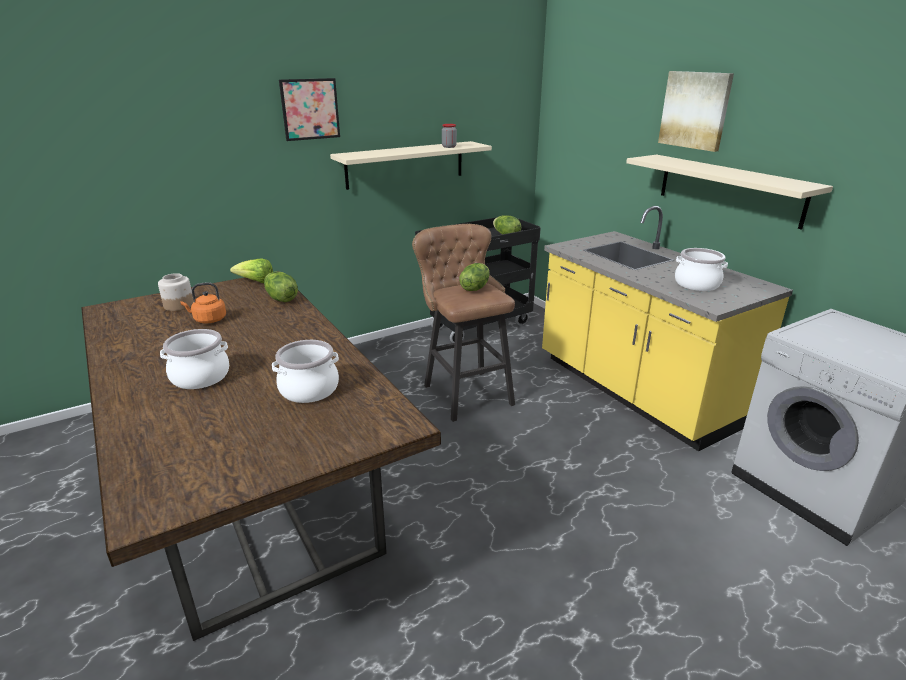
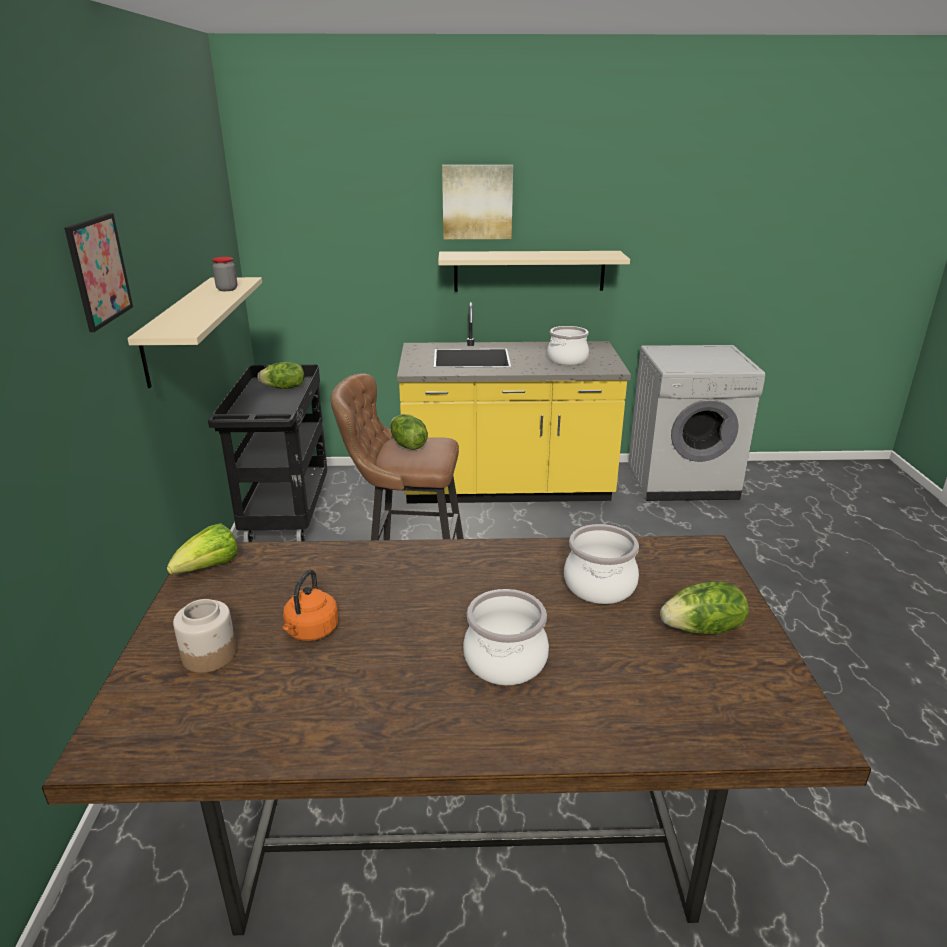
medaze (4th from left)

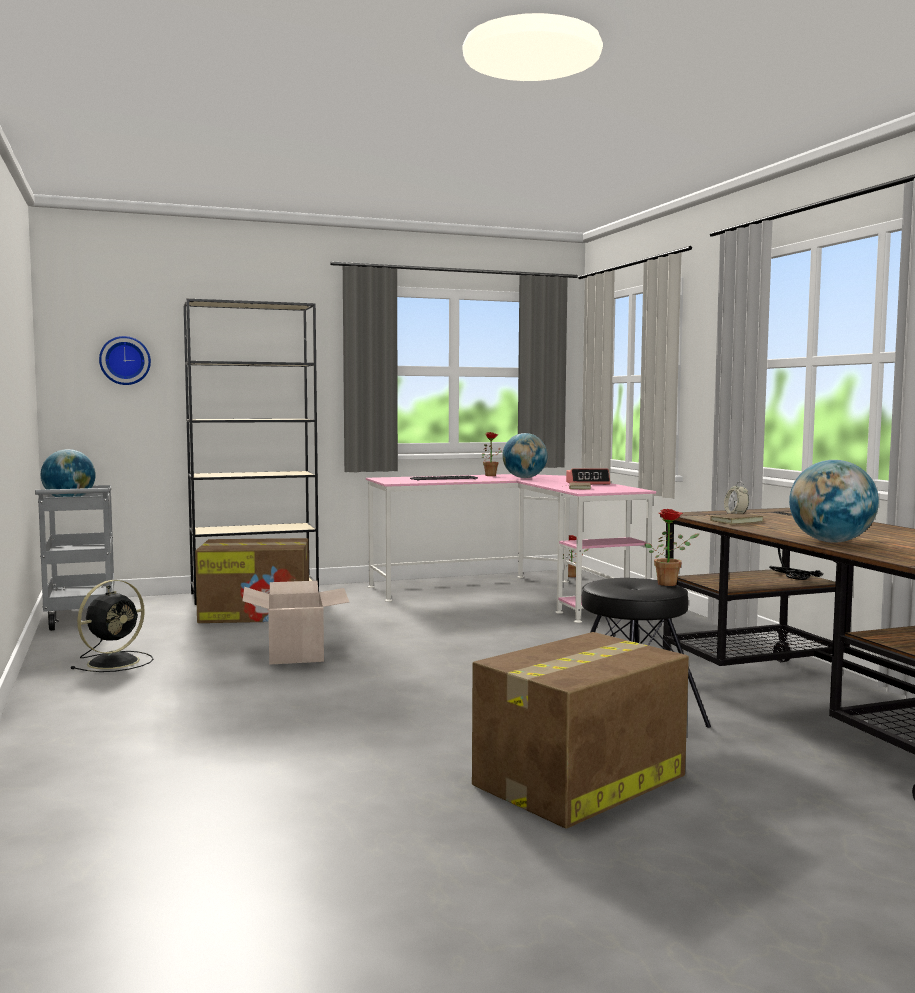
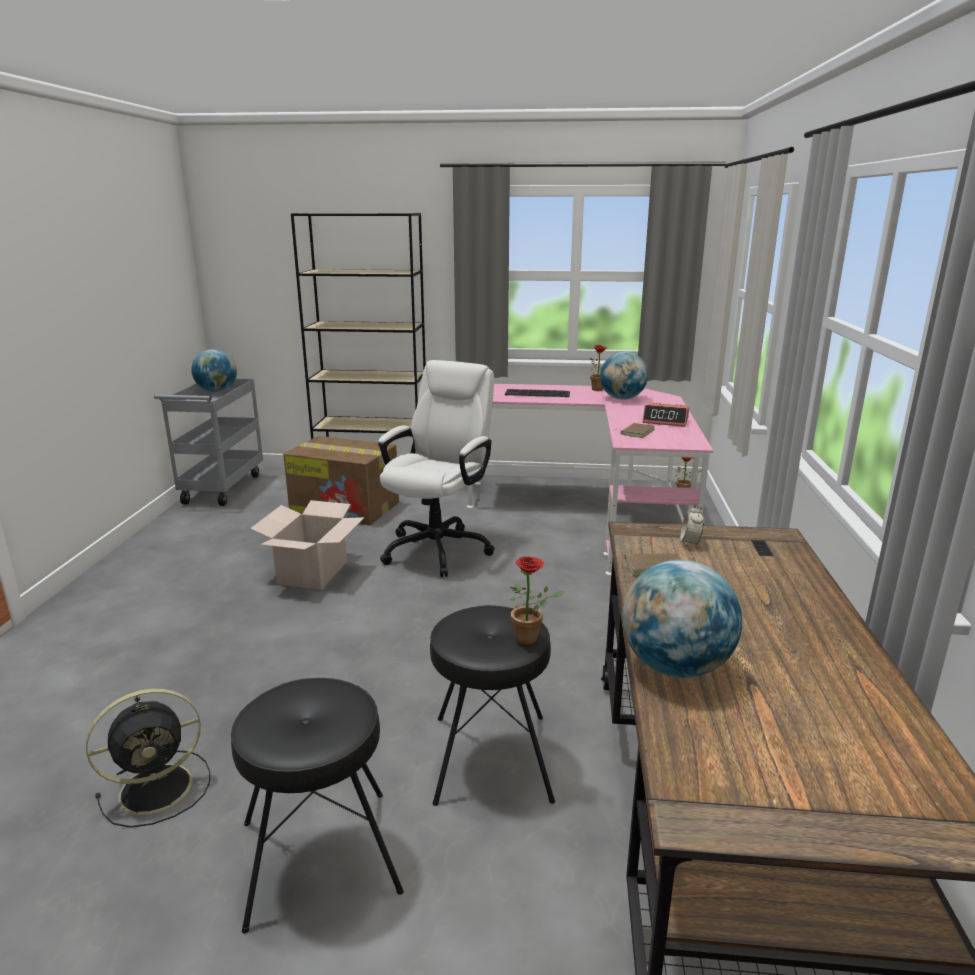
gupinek
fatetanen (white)
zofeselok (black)
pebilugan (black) (1st from left)

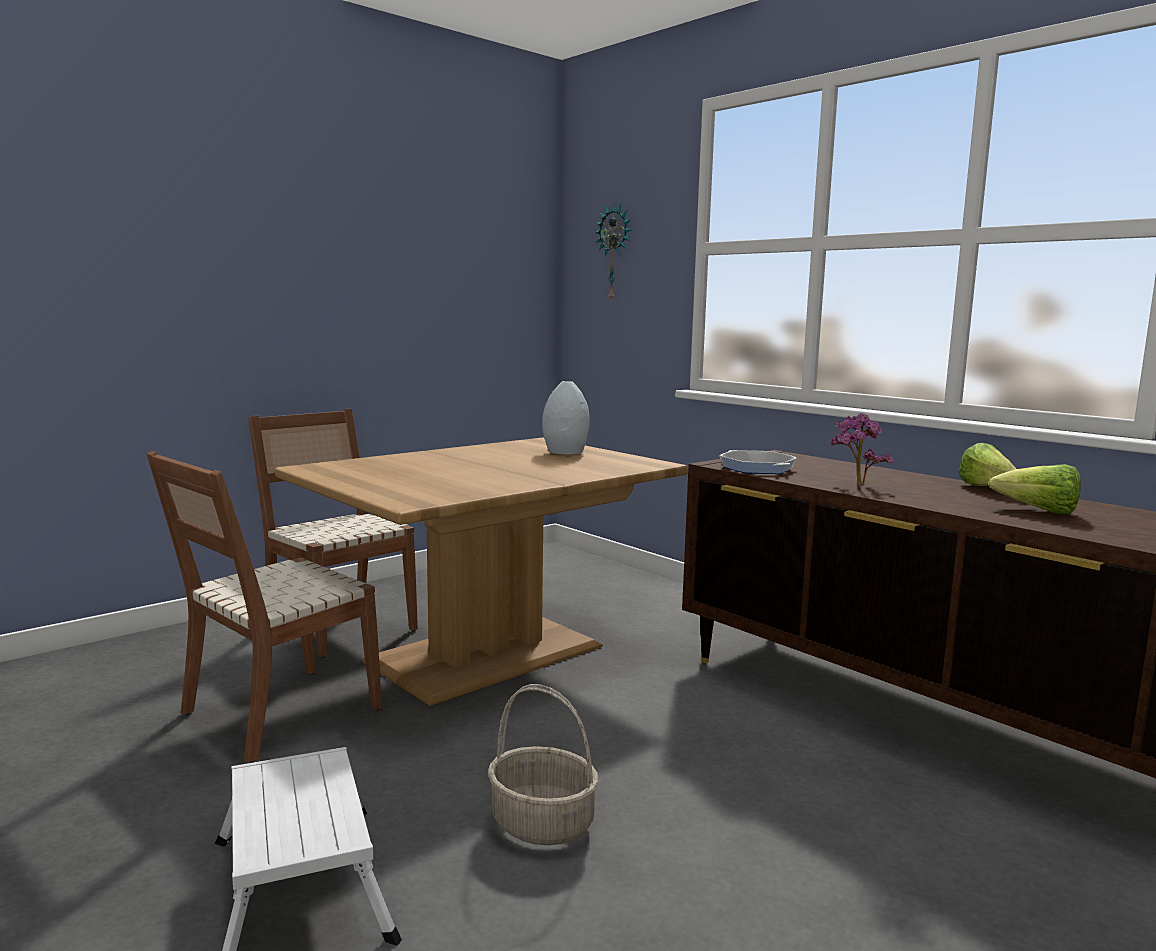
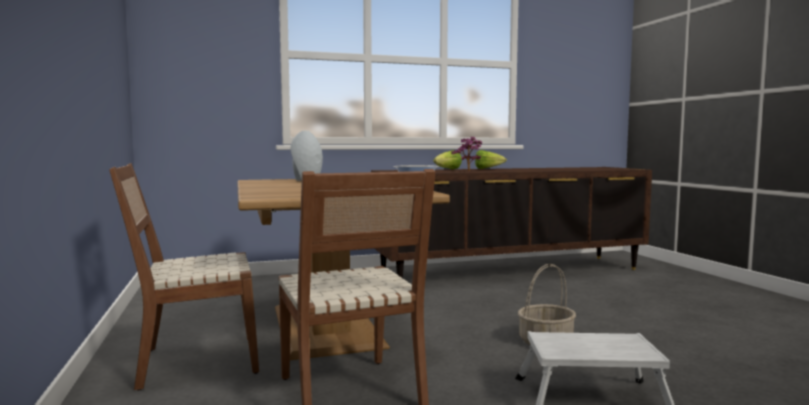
gupinek
medaze (1st from left)

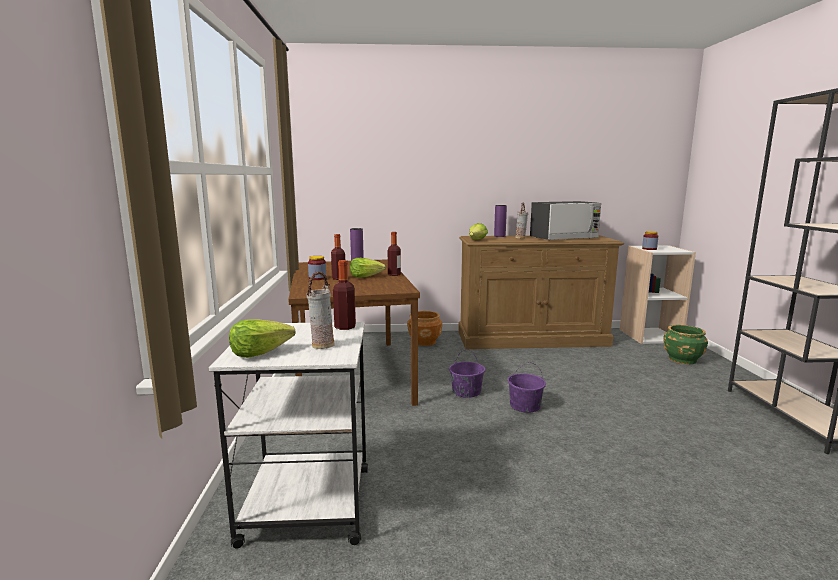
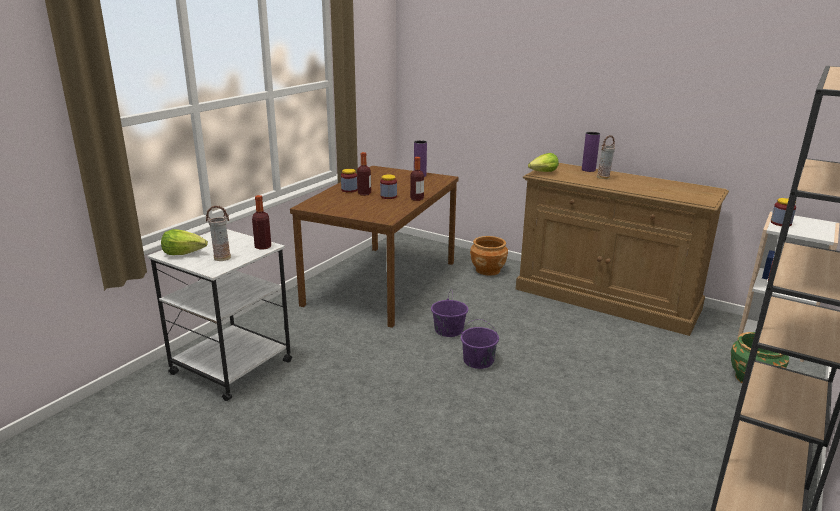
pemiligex
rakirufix (2nd from left)

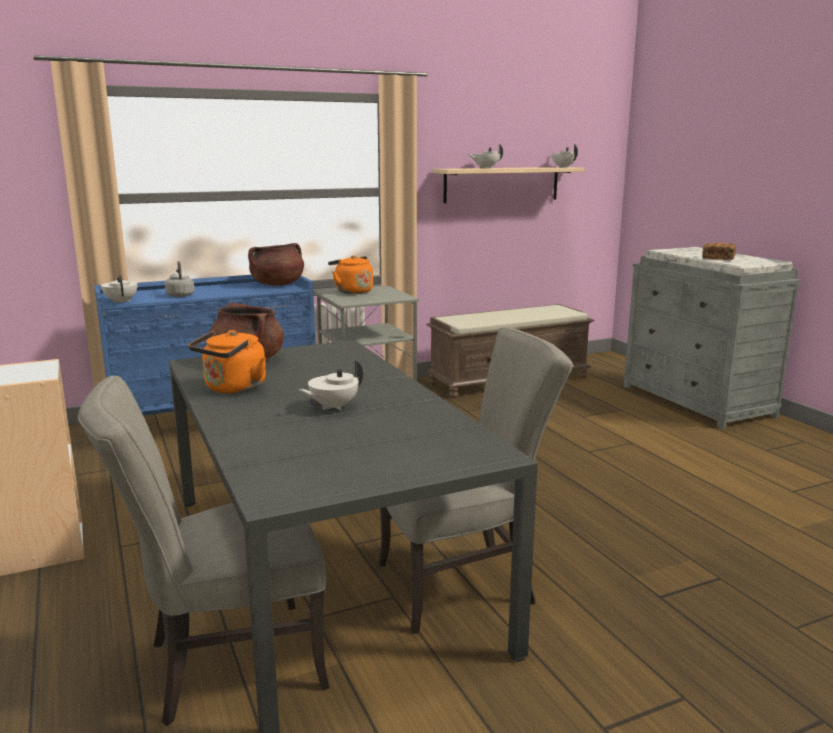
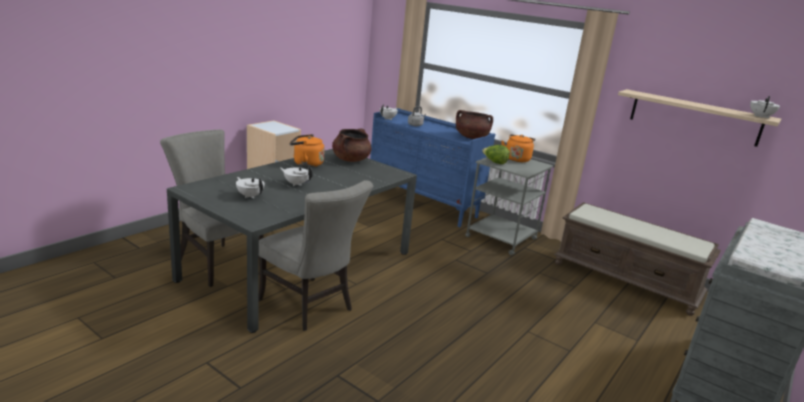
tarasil
medaze
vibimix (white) (1st from left)

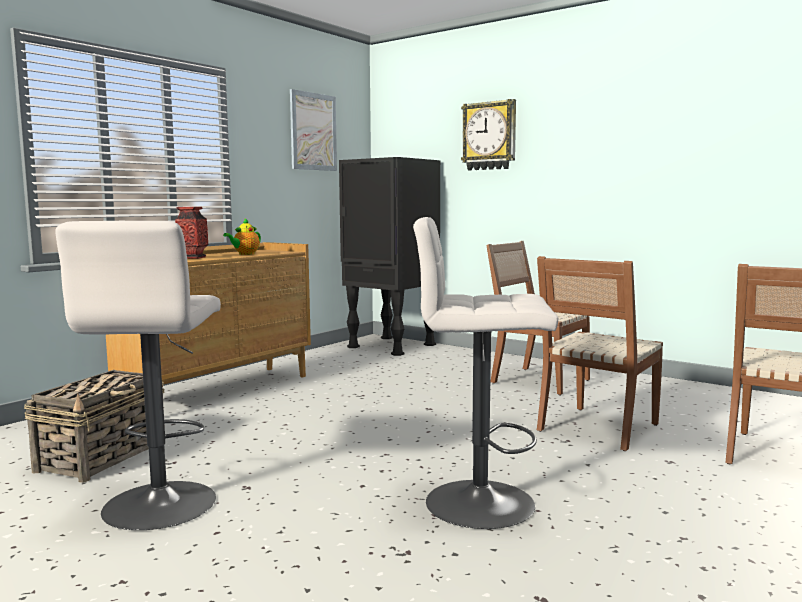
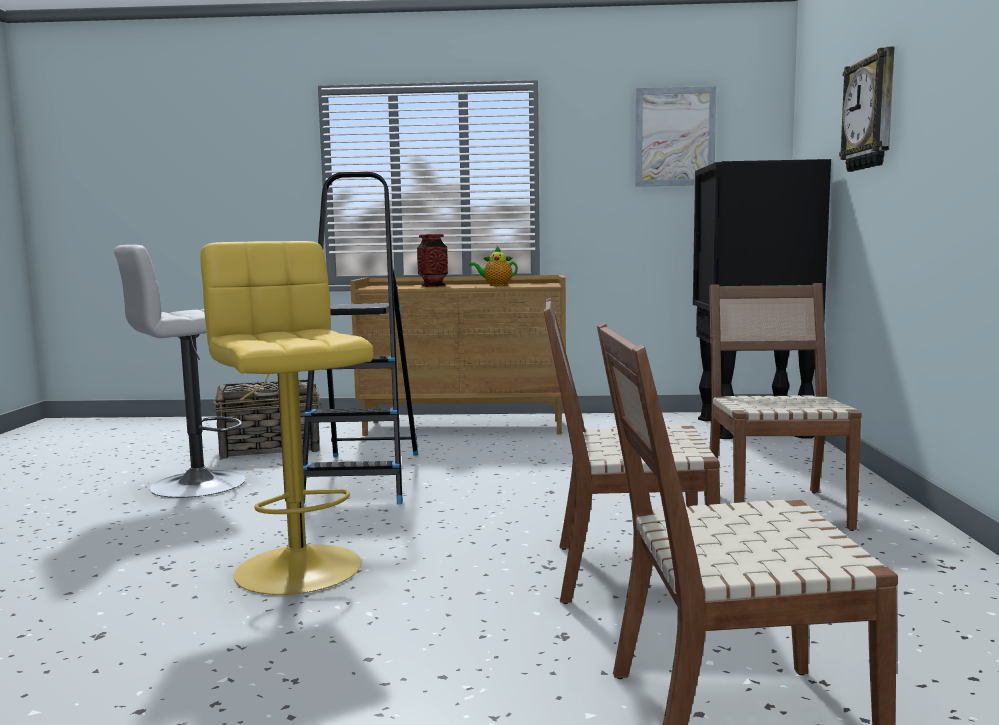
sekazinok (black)
pebilugan (yellow)

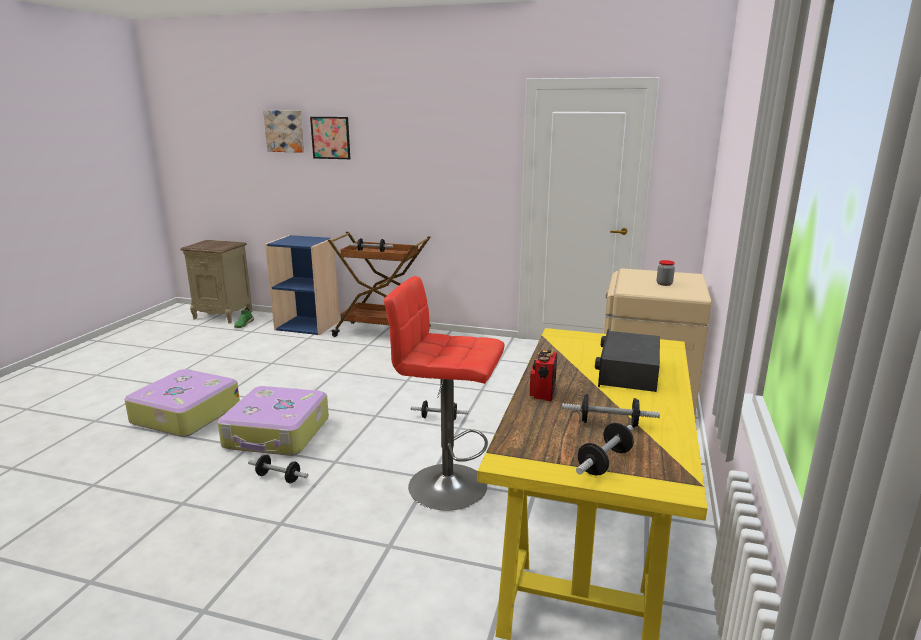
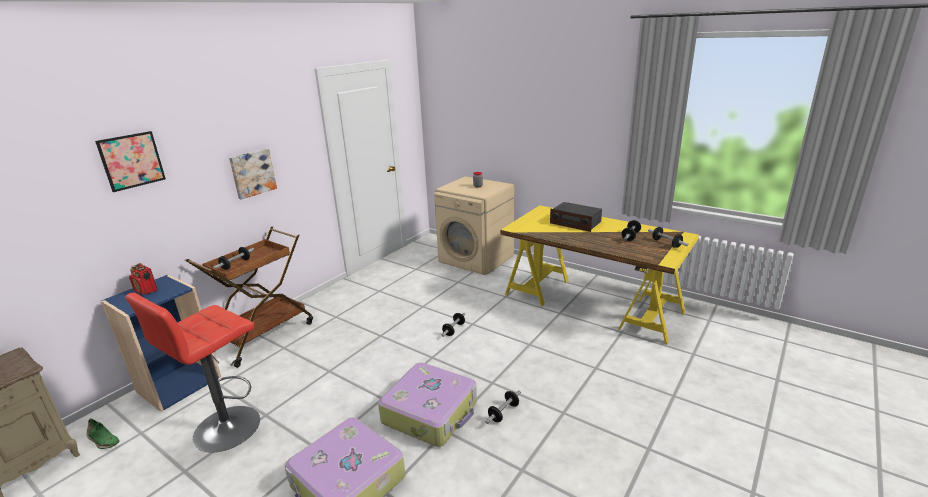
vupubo (2nd from left)
pebilugan (red)
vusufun (1st from left)

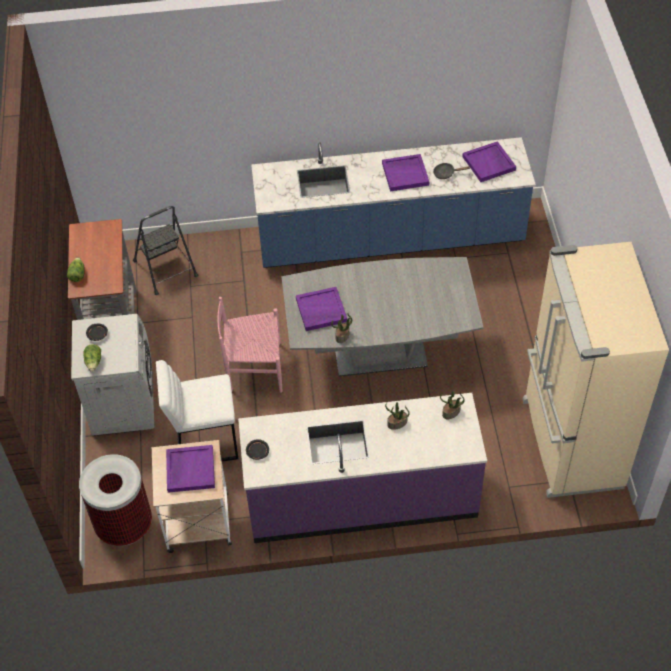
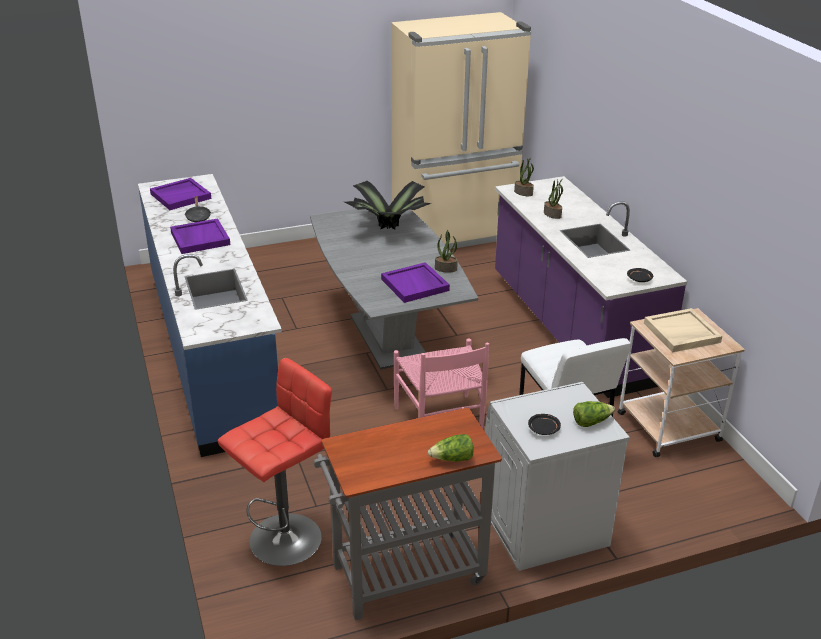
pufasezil
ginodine (1st from left)
pebilugan (red)
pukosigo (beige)

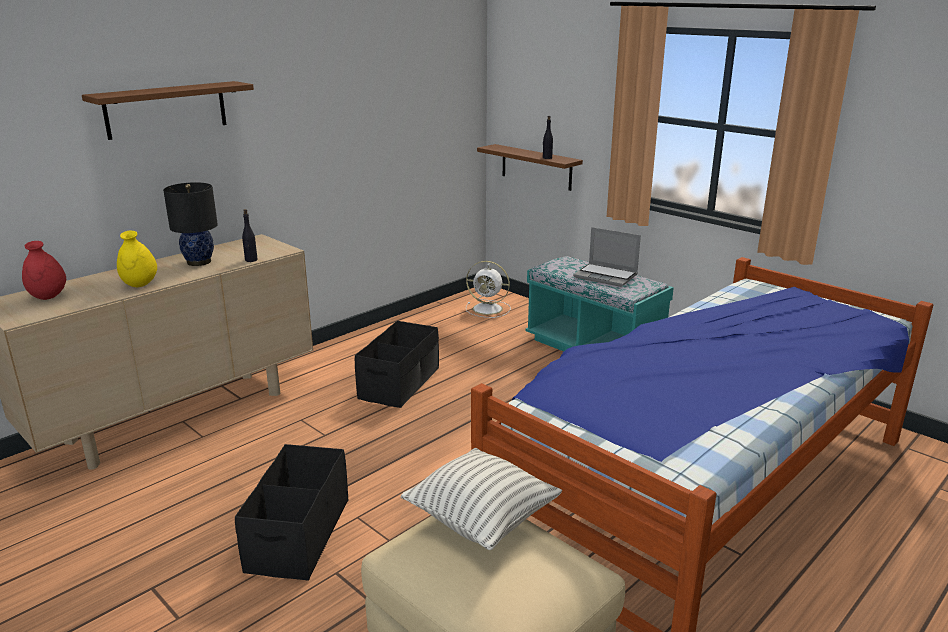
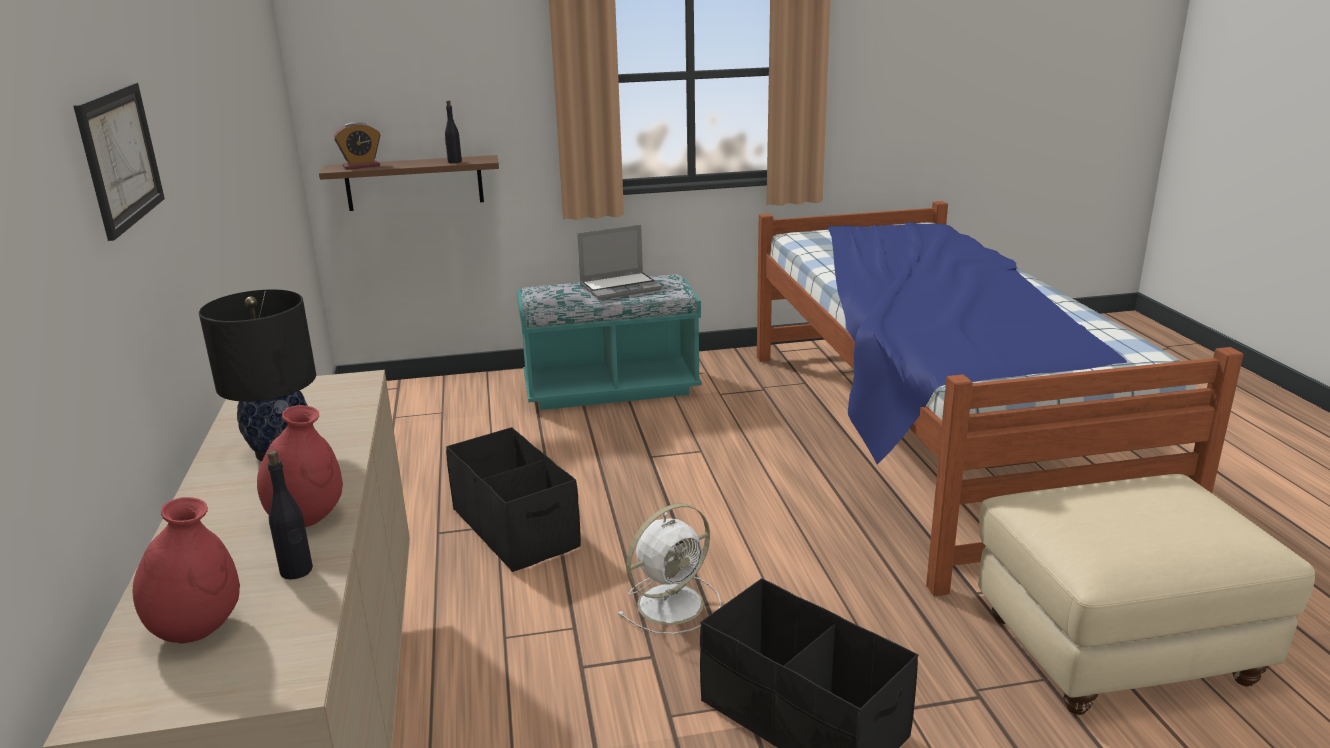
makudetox
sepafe
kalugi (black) (1st from left)
zofeselok (white)
vupubo
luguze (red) (2nd from left)

